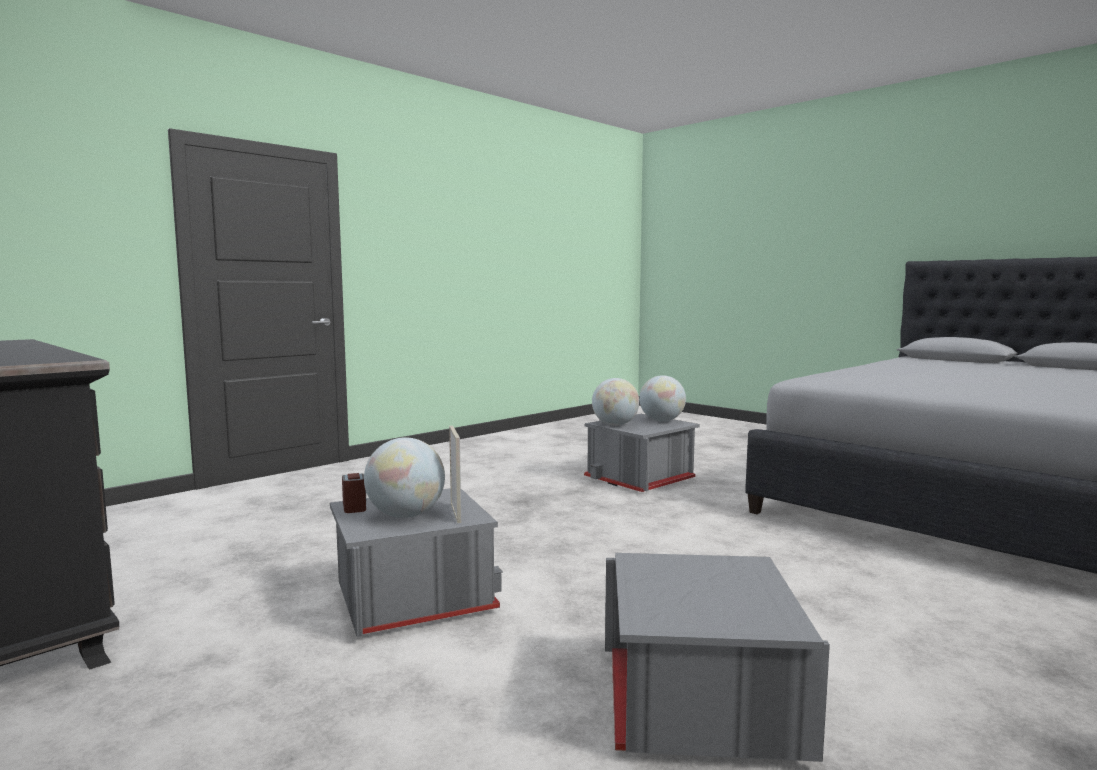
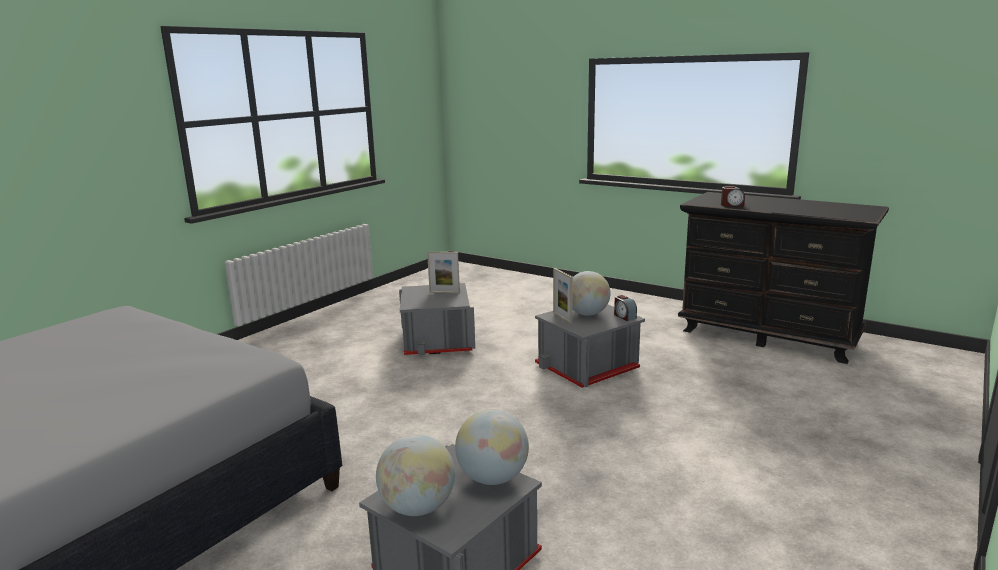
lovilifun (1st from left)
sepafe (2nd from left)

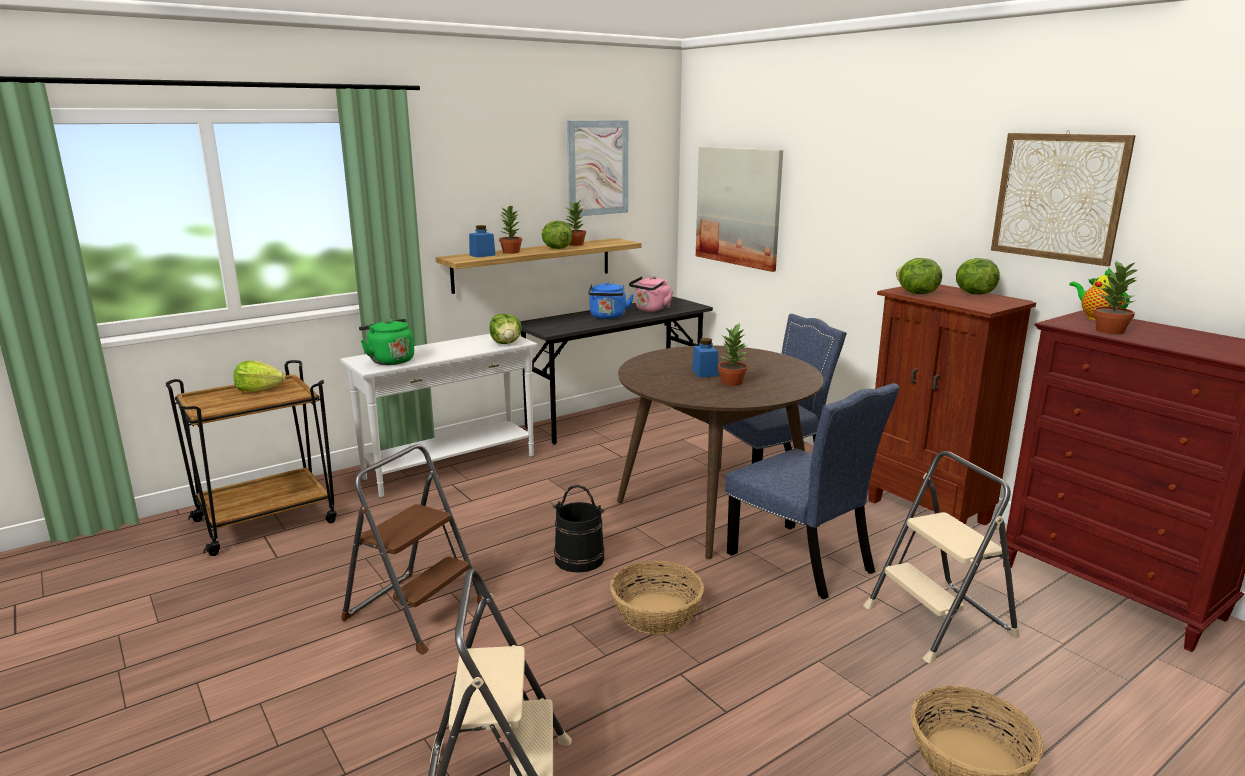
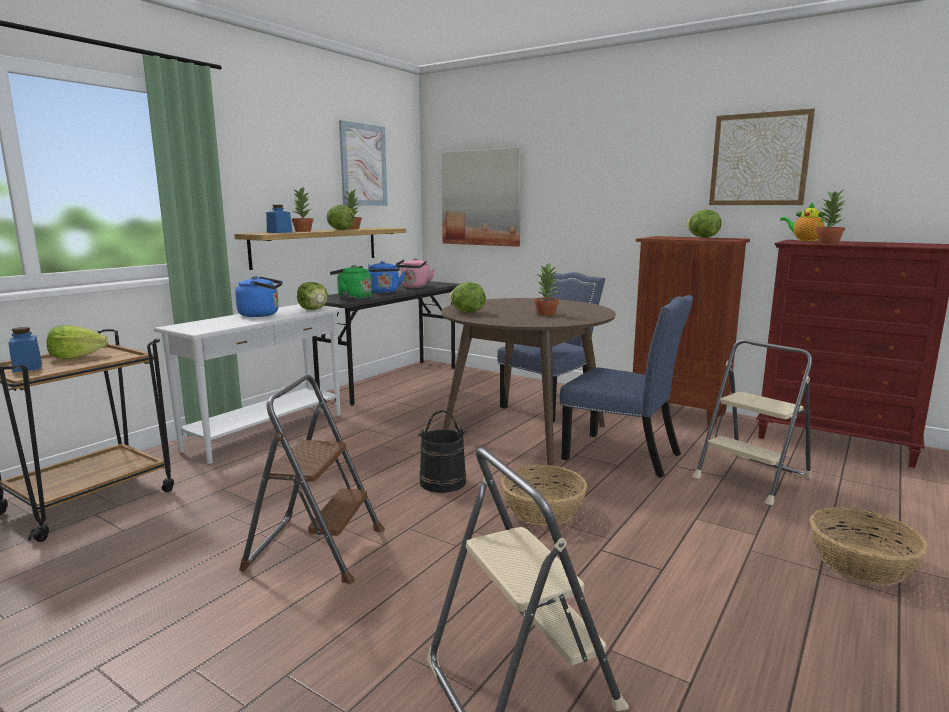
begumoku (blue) (1st from left)
begumoku (green)
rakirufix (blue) (1st from left)
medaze (4th from left)

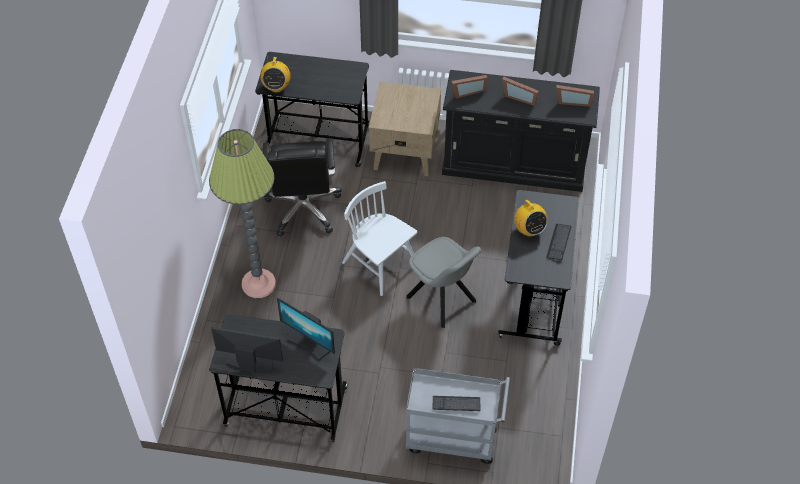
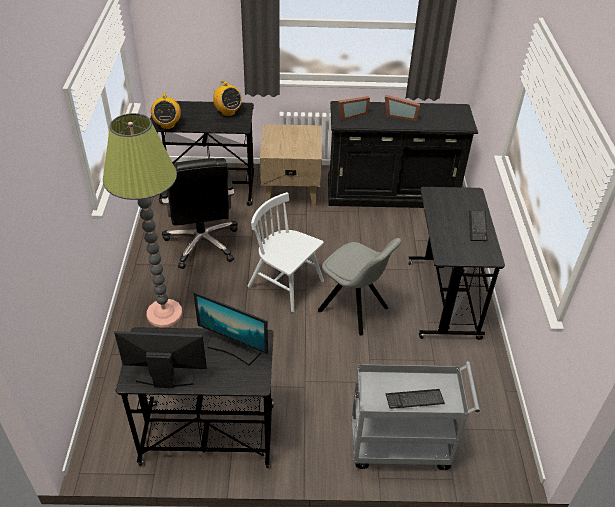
lovilifun (3rd from left in the first image)
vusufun (2nd from left)

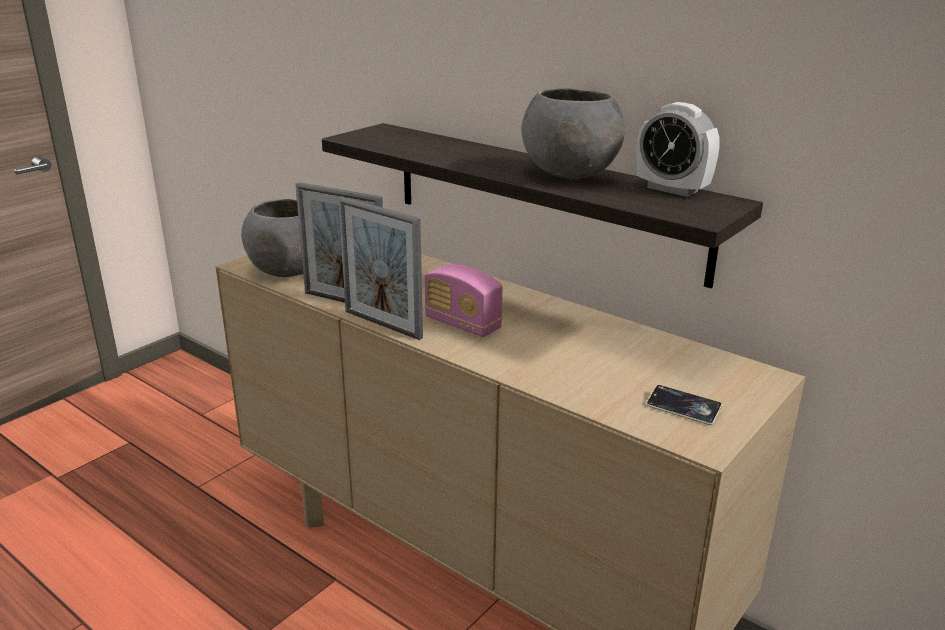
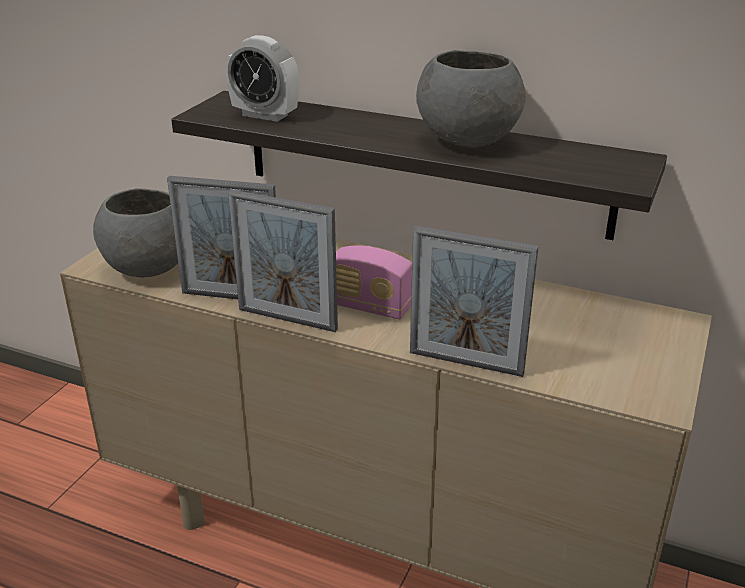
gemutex
lovilifun (3rd from left)
sepafe

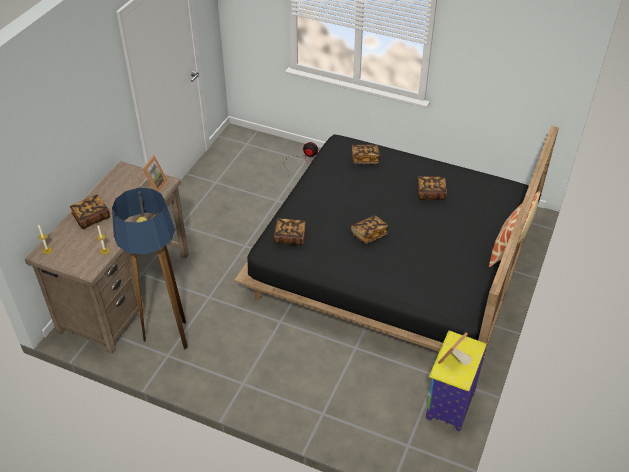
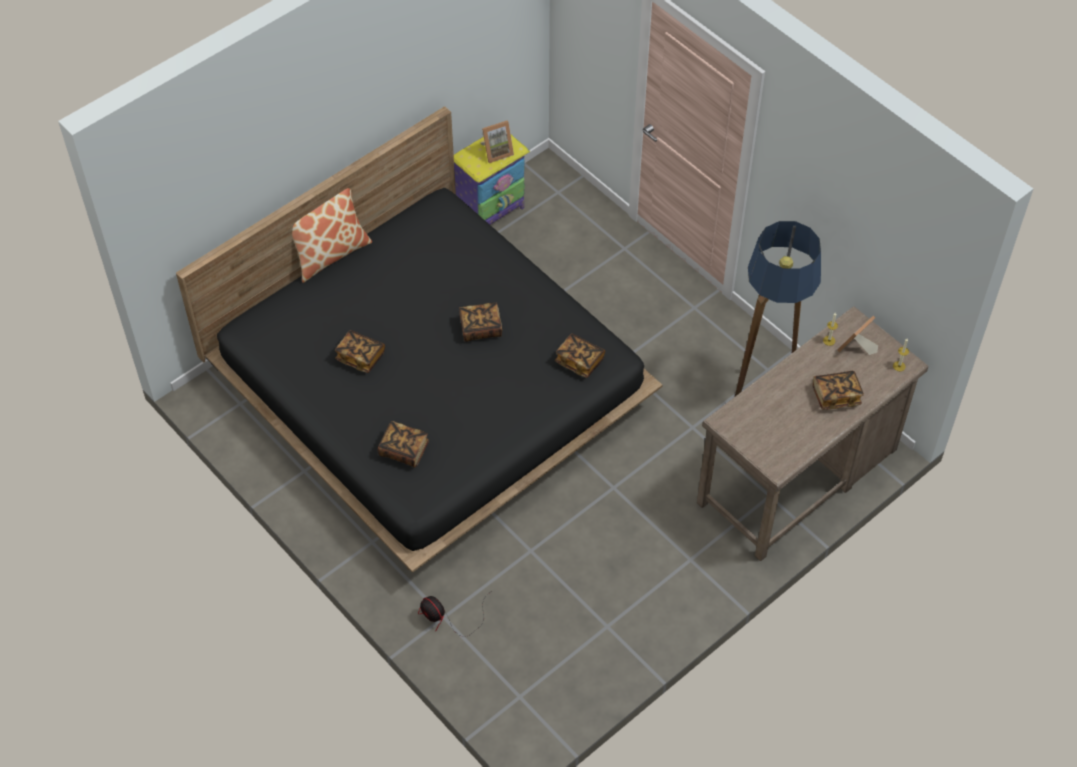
lovilifun (2nd from left)

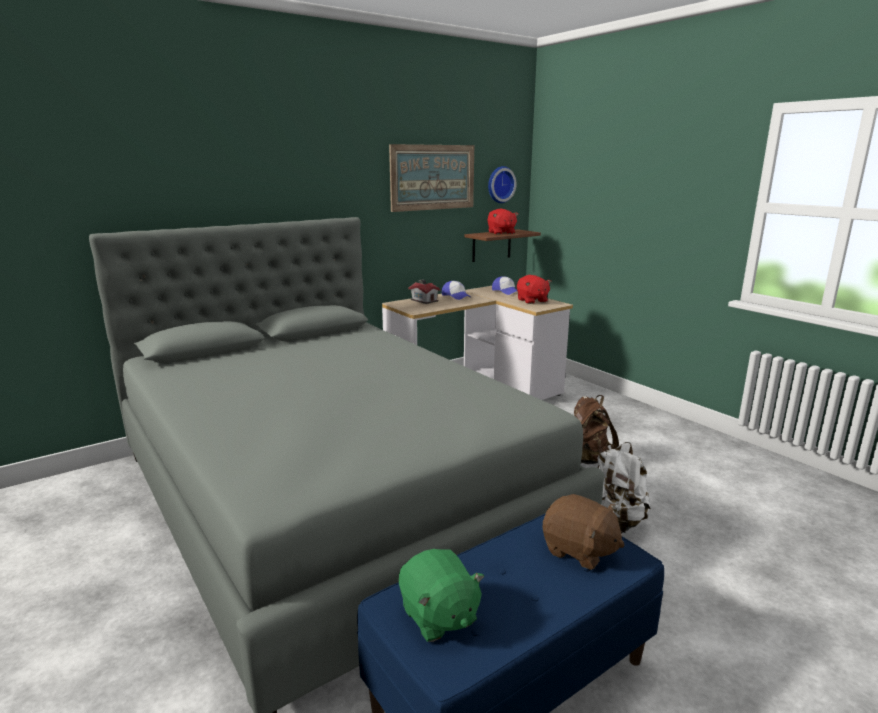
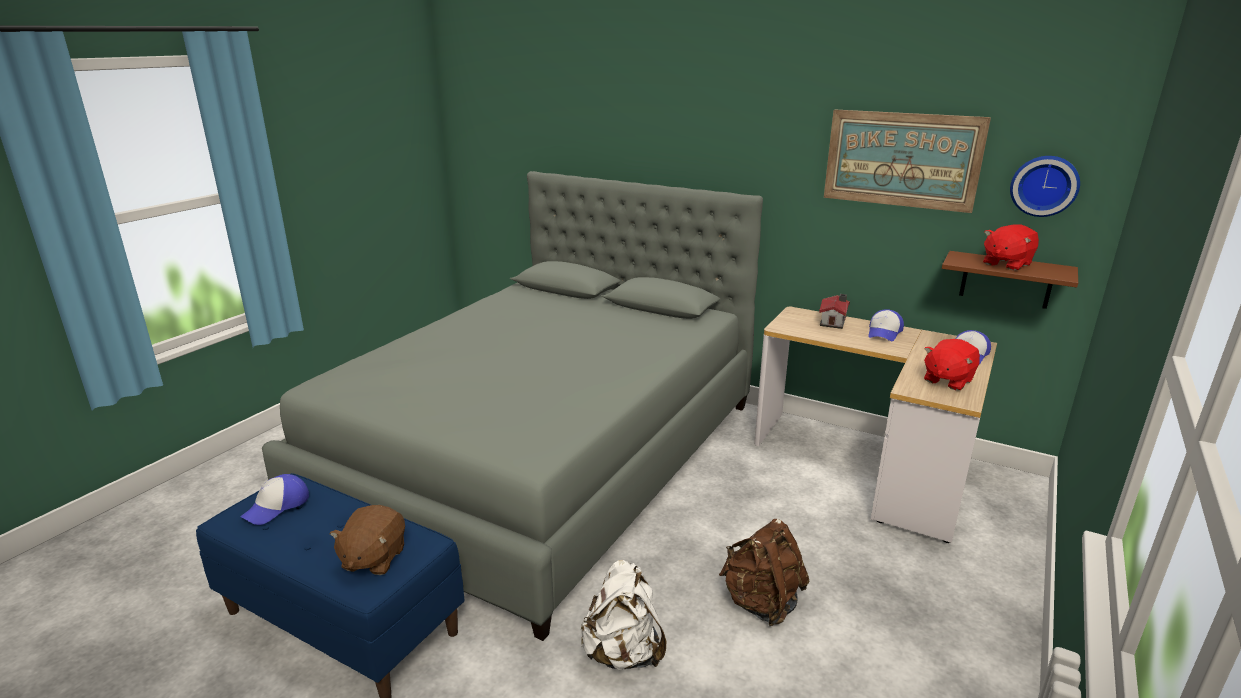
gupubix (1st from left)

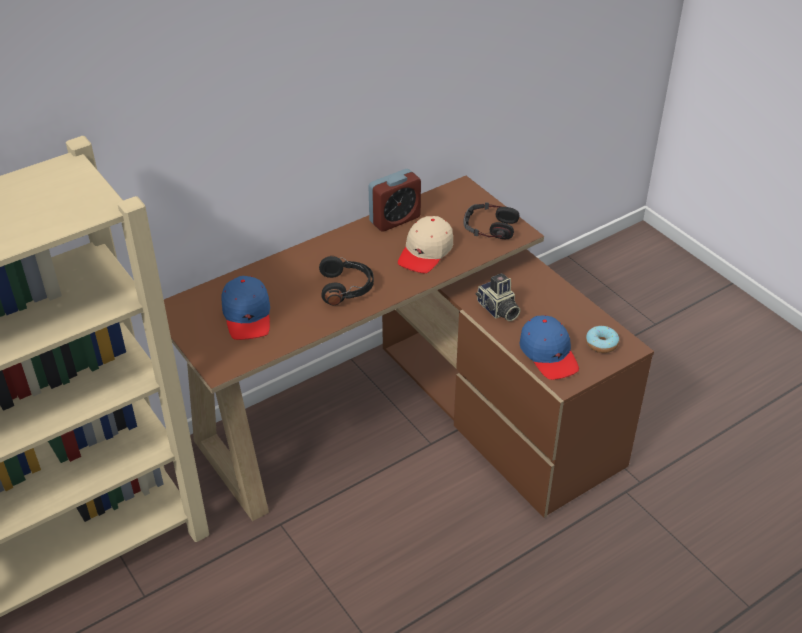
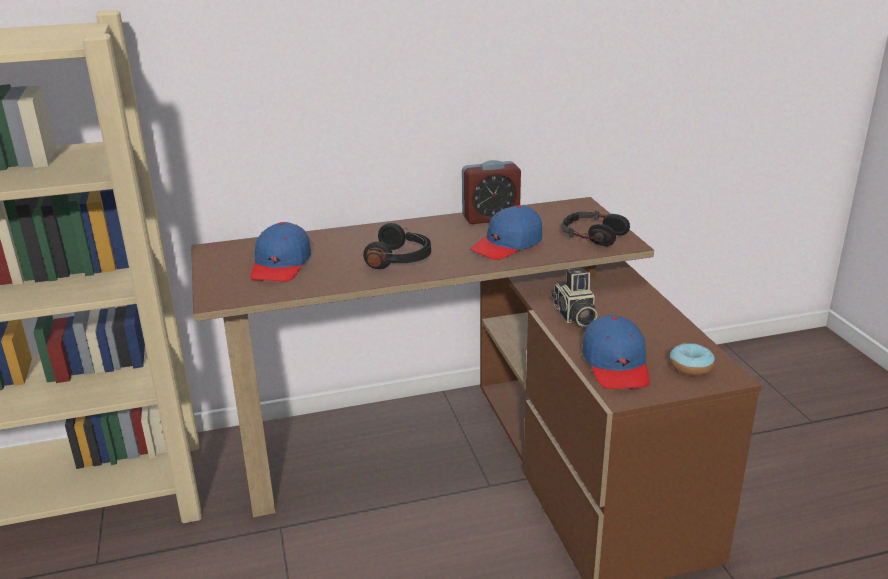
gupubix (blue) (2nd from left)

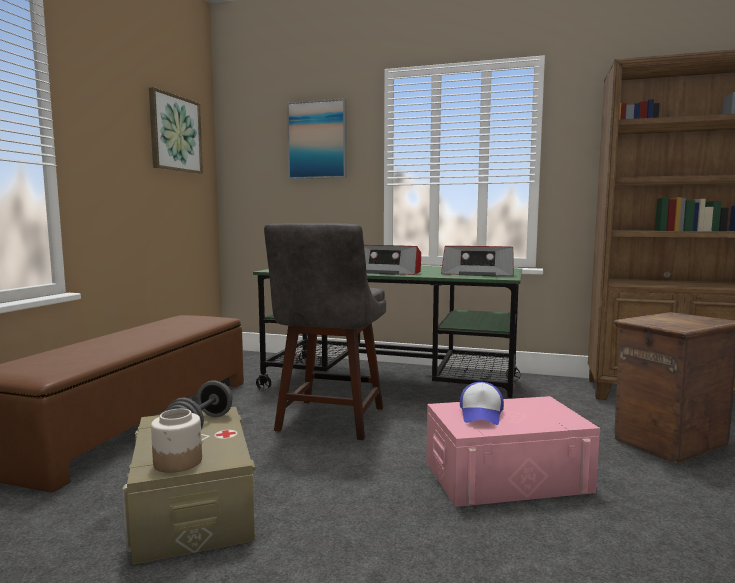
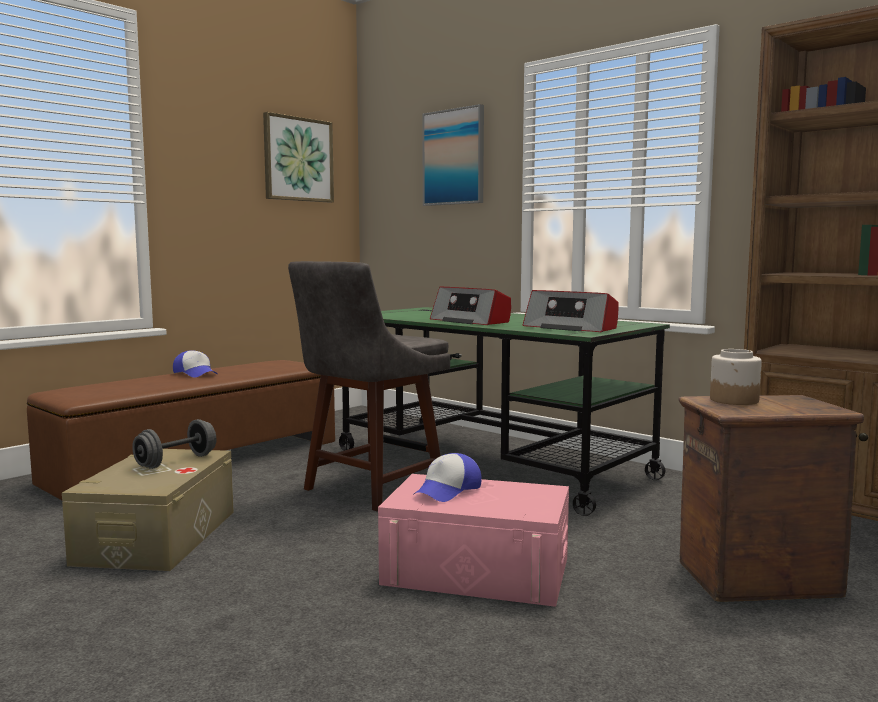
gupubix (1st from left)
rakirufix

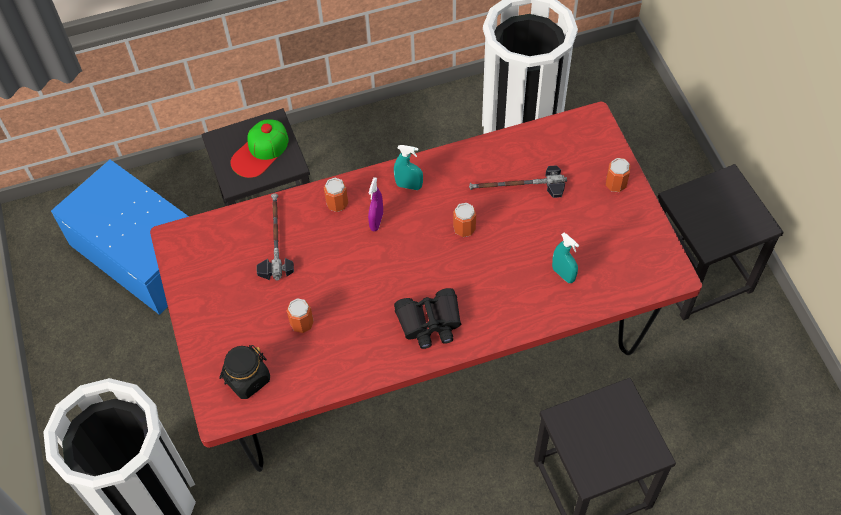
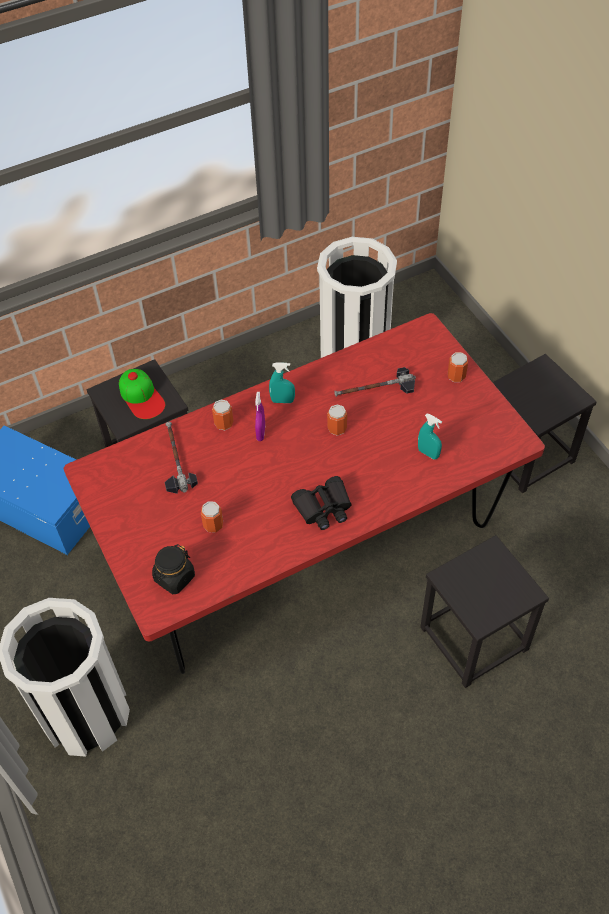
gupubix

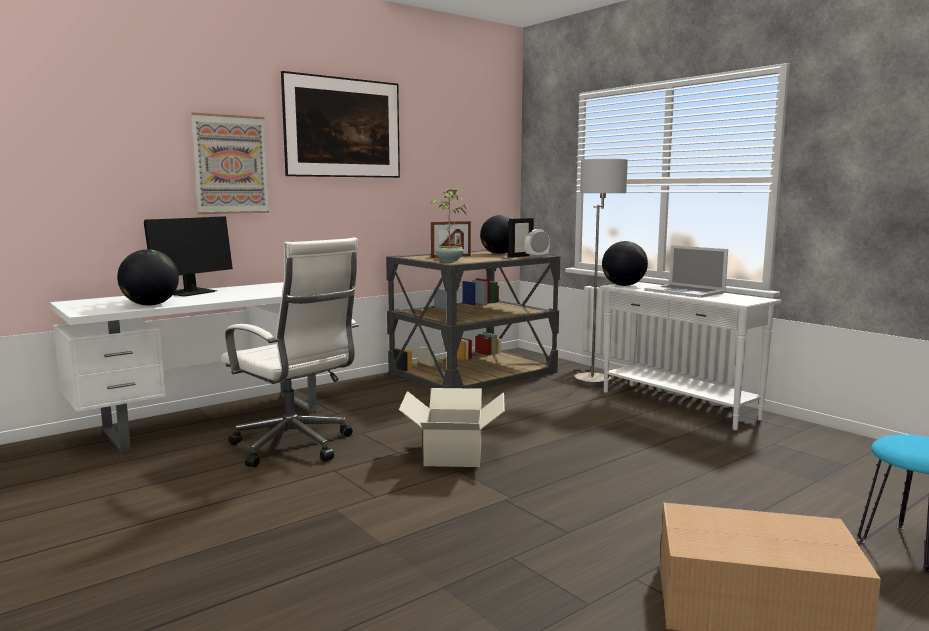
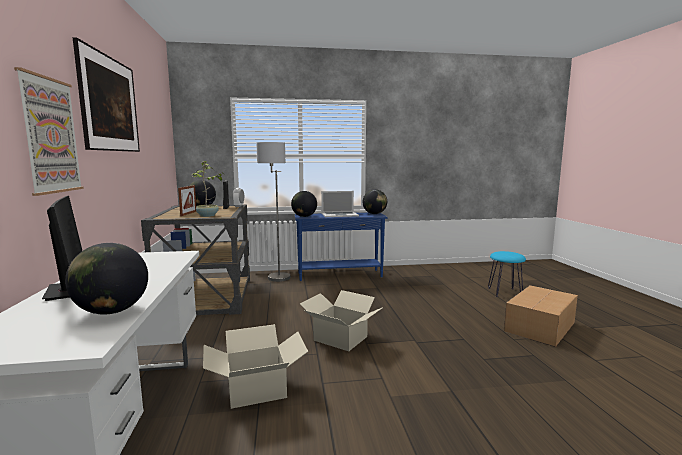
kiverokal (4th from left)
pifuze (1st from left)
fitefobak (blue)

